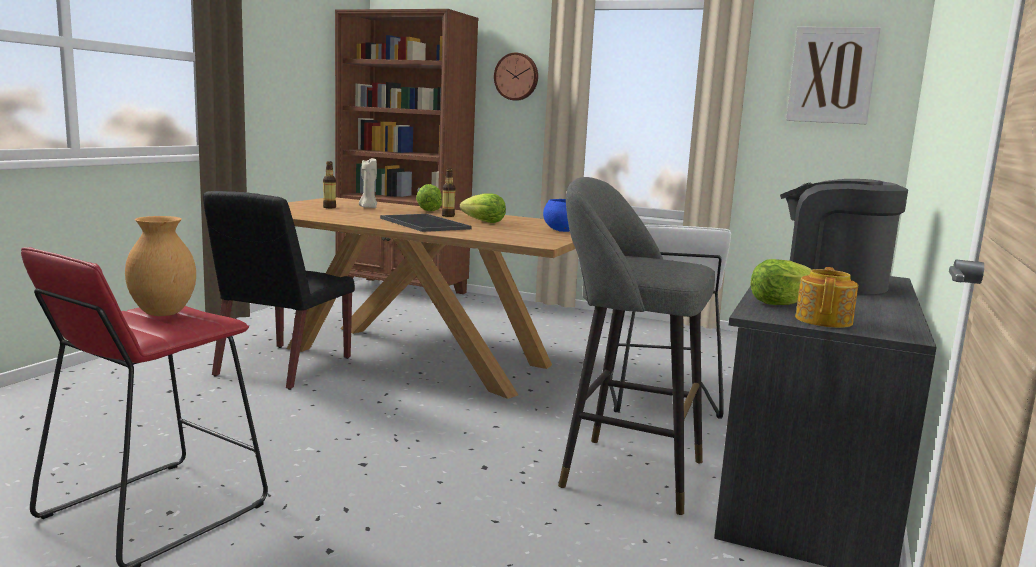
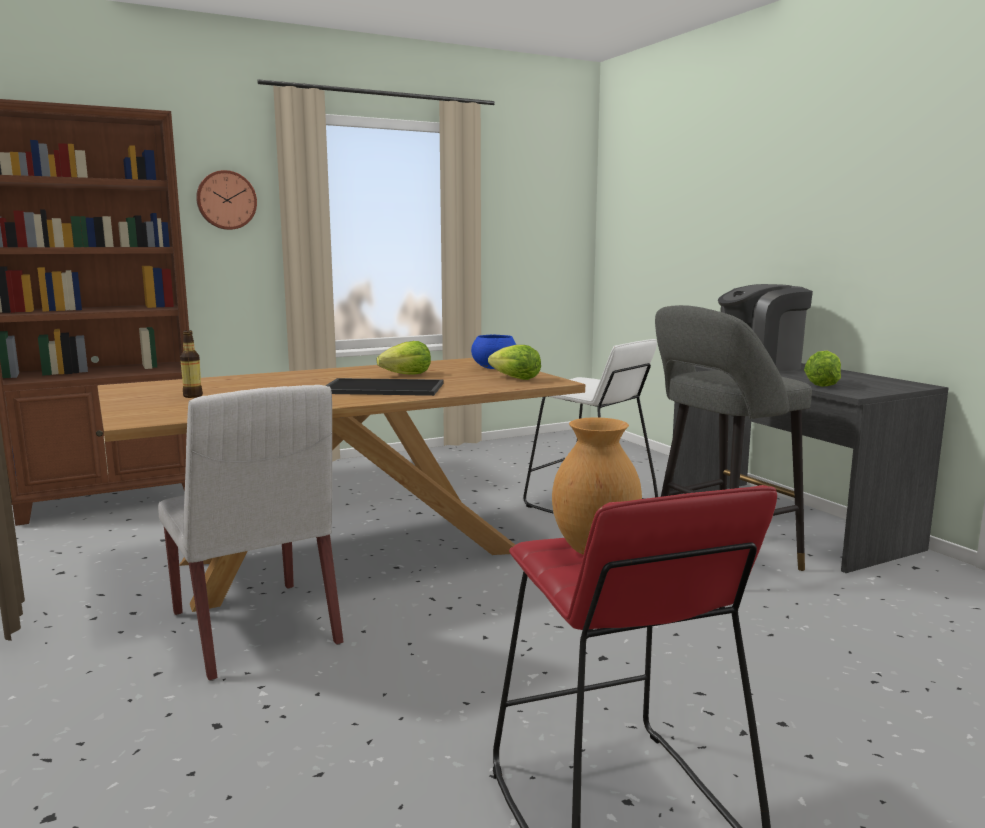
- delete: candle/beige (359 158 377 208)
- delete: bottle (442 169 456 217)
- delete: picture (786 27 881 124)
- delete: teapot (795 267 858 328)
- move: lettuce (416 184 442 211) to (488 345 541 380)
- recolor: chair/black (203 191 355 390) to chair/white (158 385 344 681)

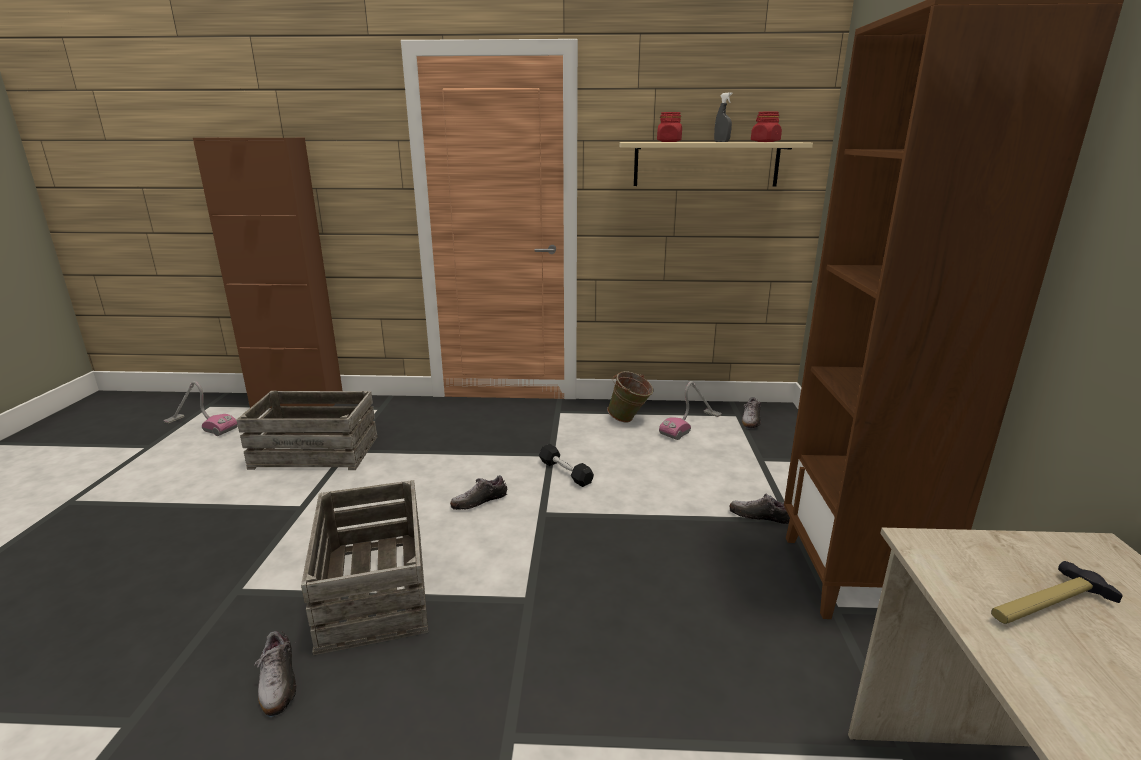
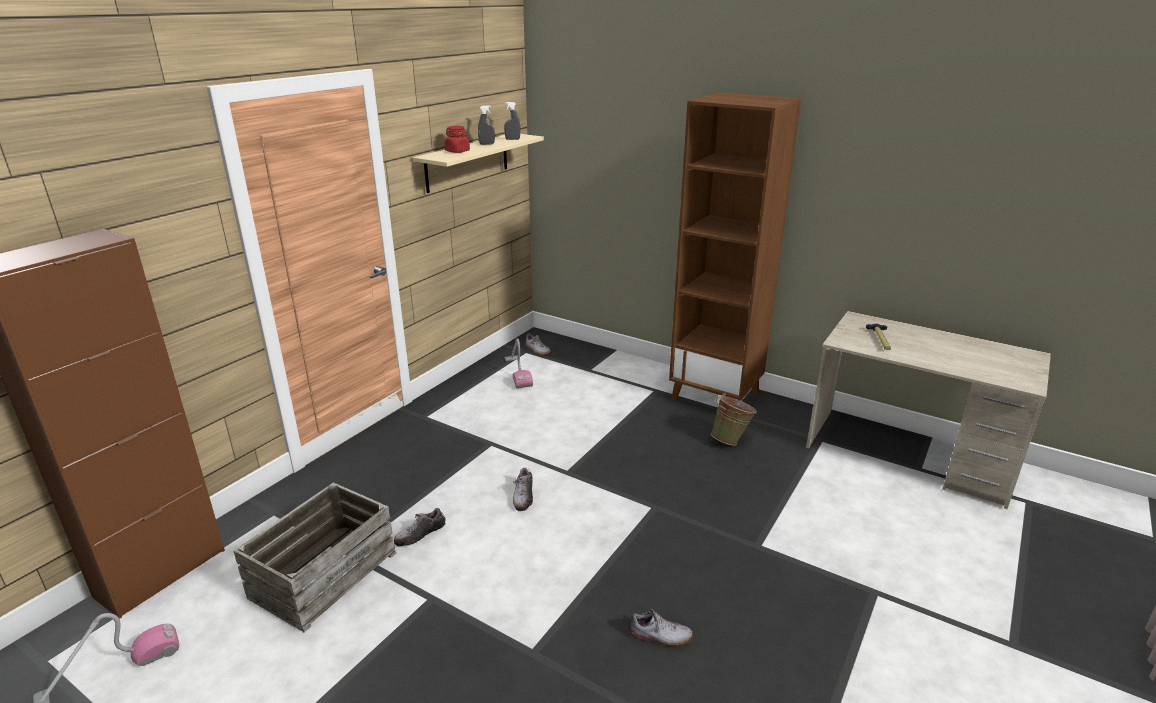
- delete: crate (301 480 428 655)
- delete: dumbbell/black (539 444 594 487)
- move: bucket/green (607 371 654 423) to (711 393 757 446)
- move: shoe (729 494 790 524) to (394 508 446 546)
- replace: jar/red (751 112 782 142) to spray bottle/grey (504 102 520 140)

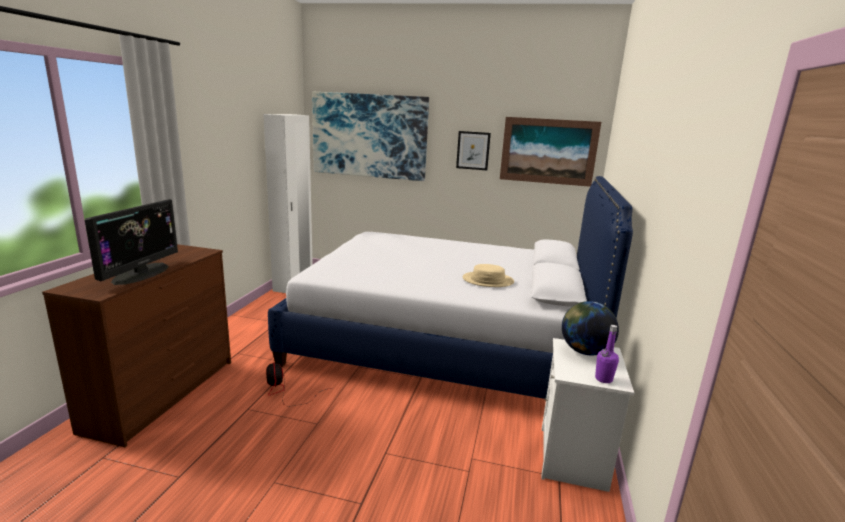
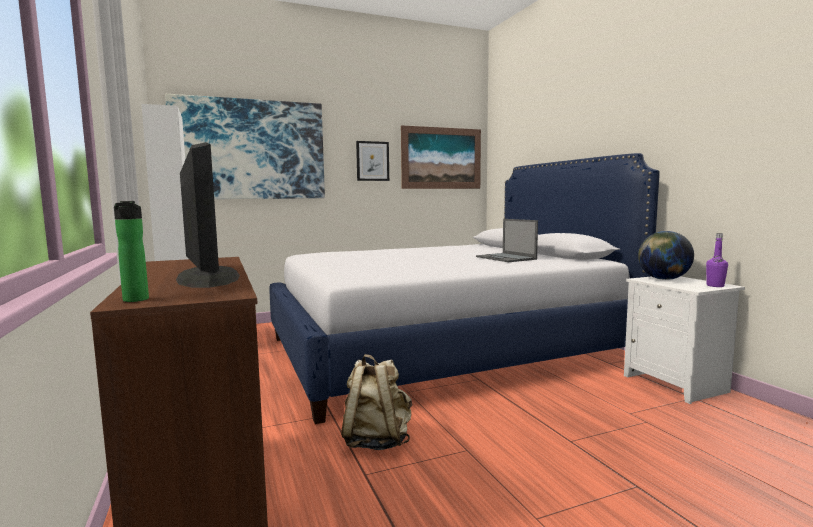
- insert: bottle (114 201 149 302)
- replace: fan (266 362 331 406) to backpack/beige (341 354 412 450)
- replace: hat/beige (463 264 514 287) to laptop (476 219 538 262)

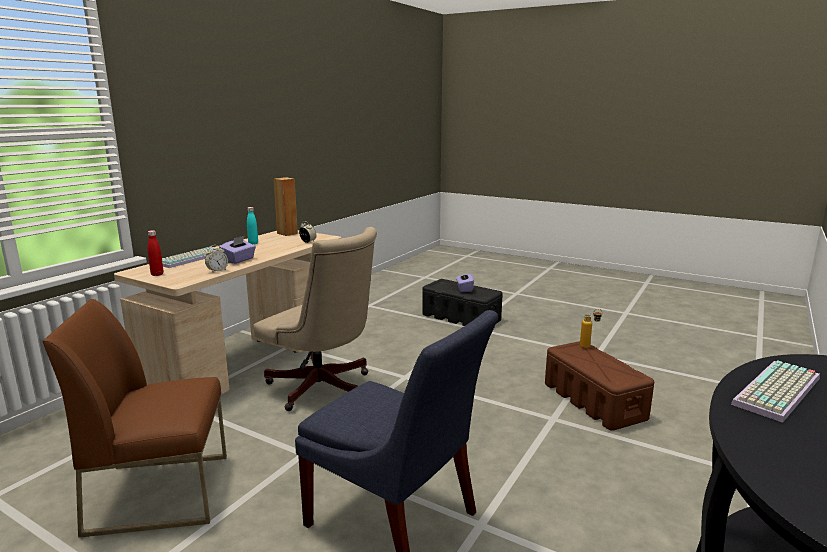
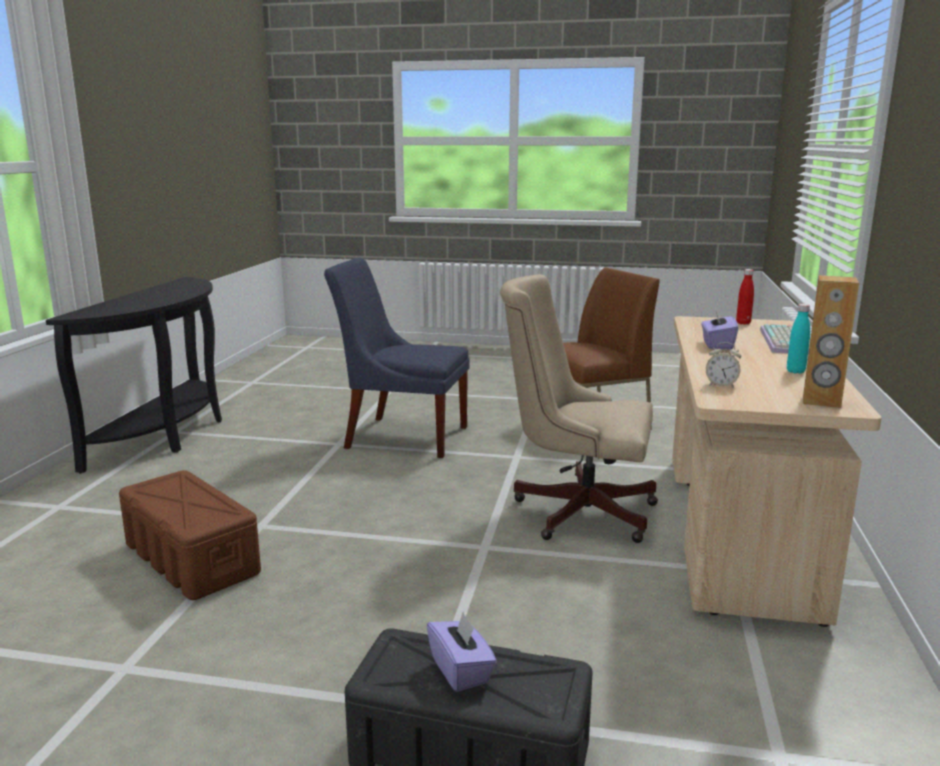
- delete: alarm clock (205 245 228 273)
- delete: bottle (580 309 602 348)
- delete: keyboard (731 360 820 423)

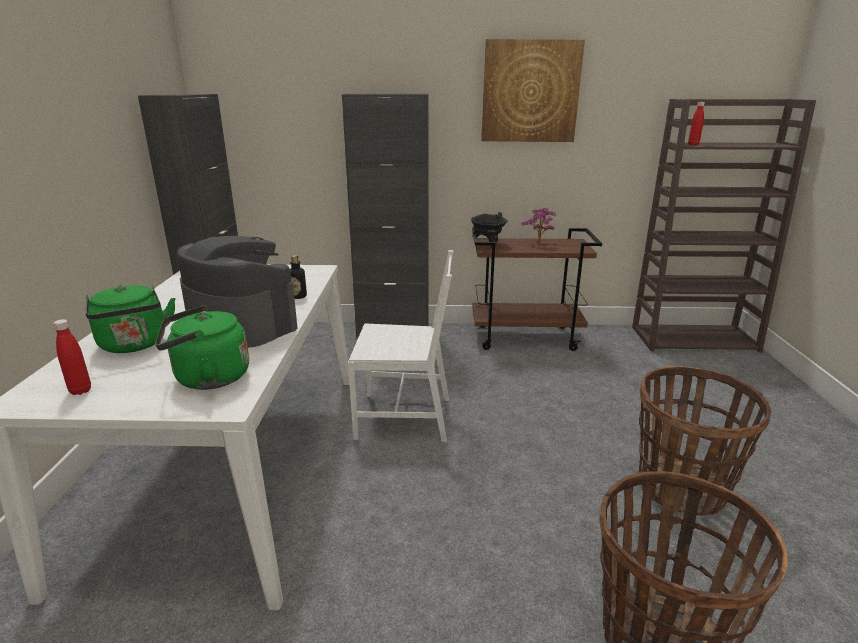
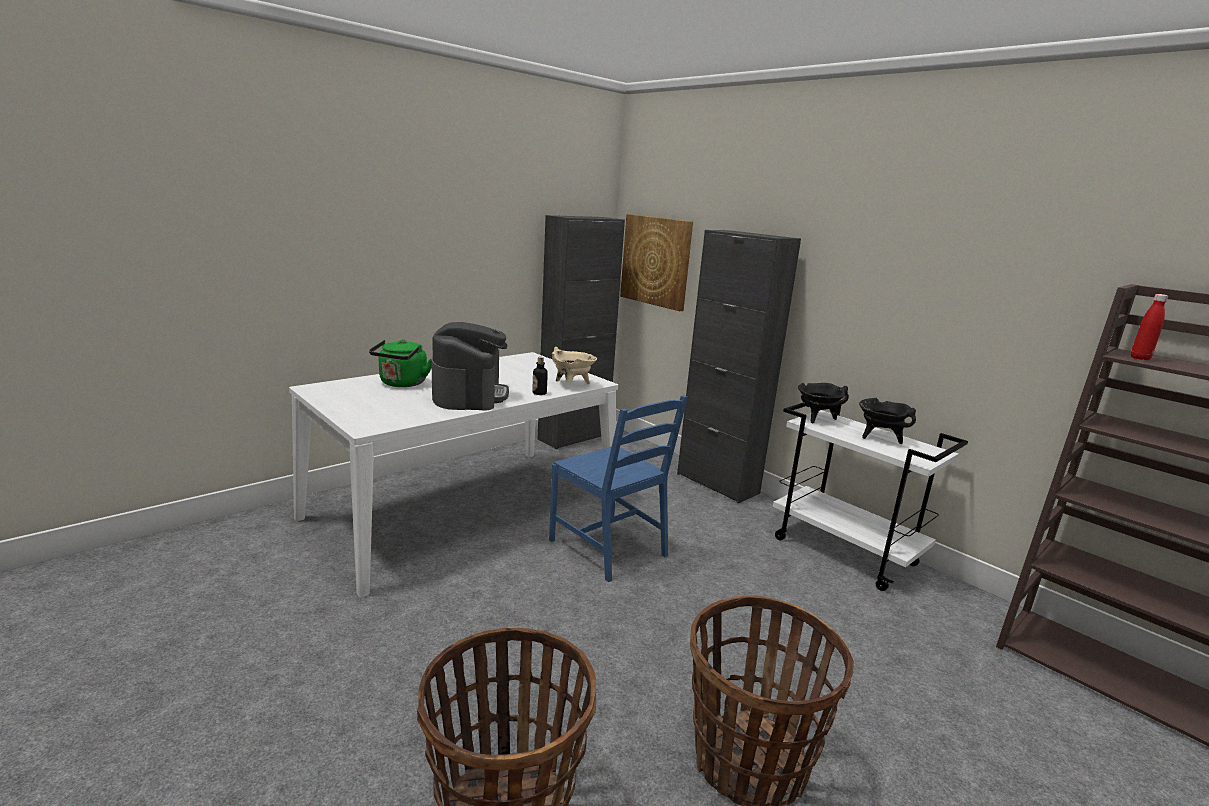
- delete: bottle/red (53 319 91 395)
- delete: kettle/green (155 305 249 390)
- insert: cooking pot/beige (552 347 597 384)
- move: picture (481 39 585 142) to (620 214 693 311)
- replace: potted plant (521 208 556 243) to cooking pot/black (859 398 916 444)
- recolor: chair/white (348 250 454 442) to chair/blue (549 395 688 582)
- recolor: cart/brown (472 228 602 351) to cart/white (773 402 968 591)

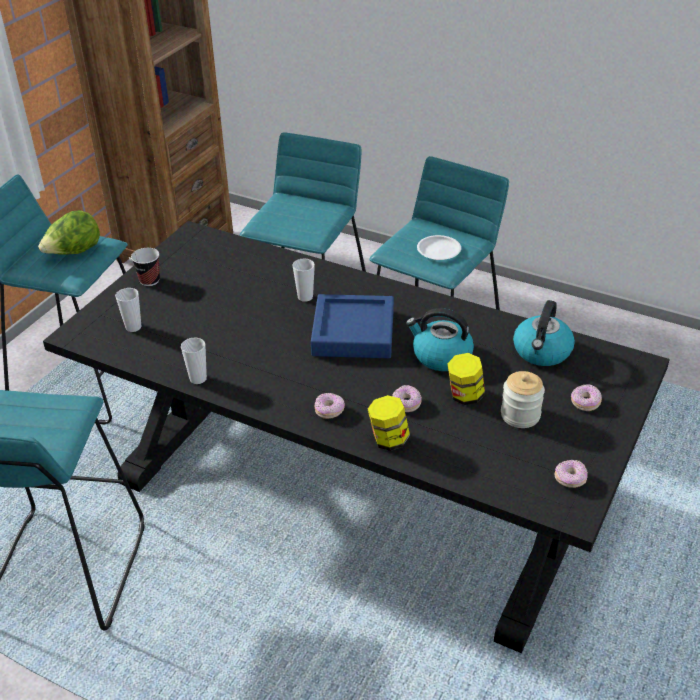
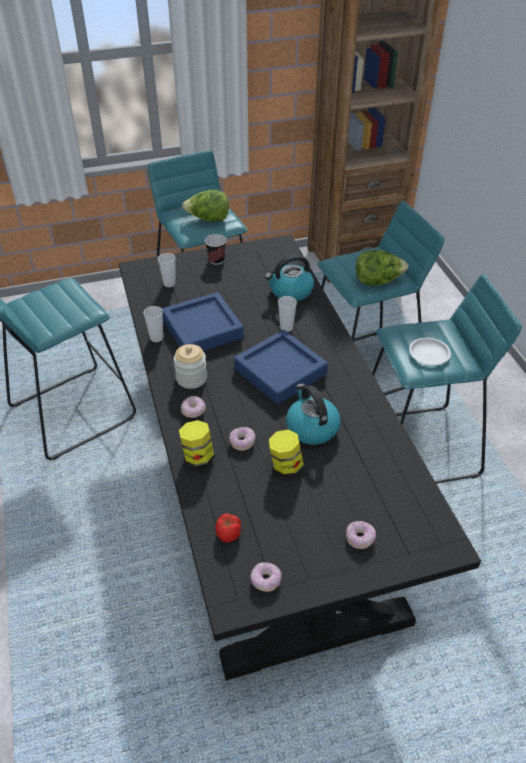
- insert: tray/blue (162 292 244 351)
- insert: tomato (215 514 241 543)
- insert: lettuce (356 250 408 286)
- move: jar (501 371 545 428) to (174 344 207 389)
- move: kettle (513 300 575 366) to (265 254 314 301)

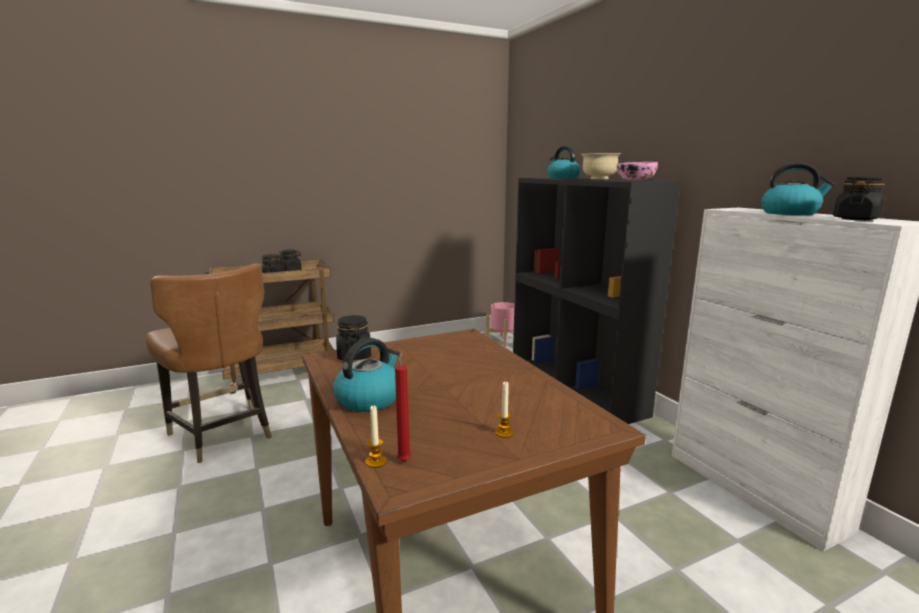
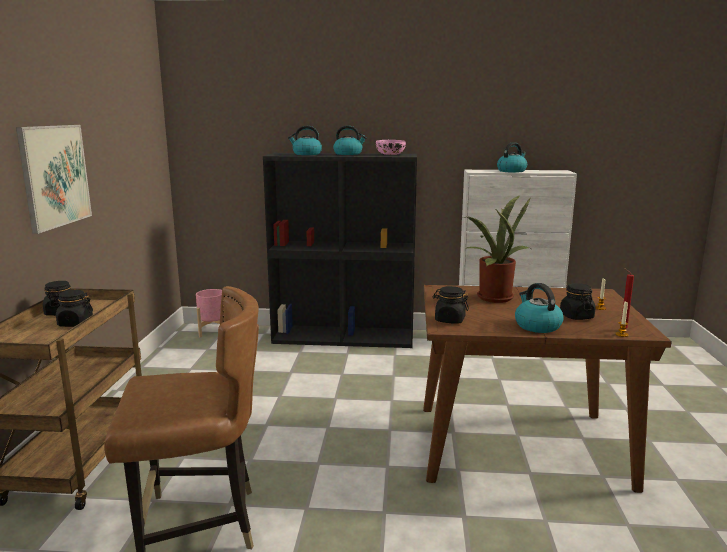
- insert: picture (16 125 92 234)
- insert: potted plant (465 196 531 303)
- move: jar/black (833 176 885 220) to (560 283 596 320)
- replace: bowl/beige (581 153 621 179) to kettle (333 126 367 155)

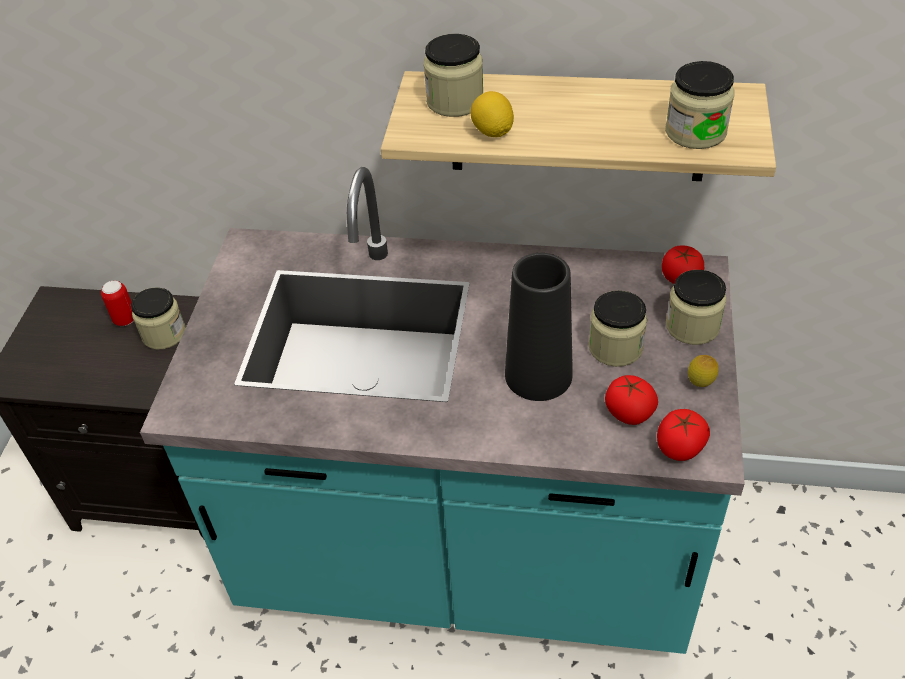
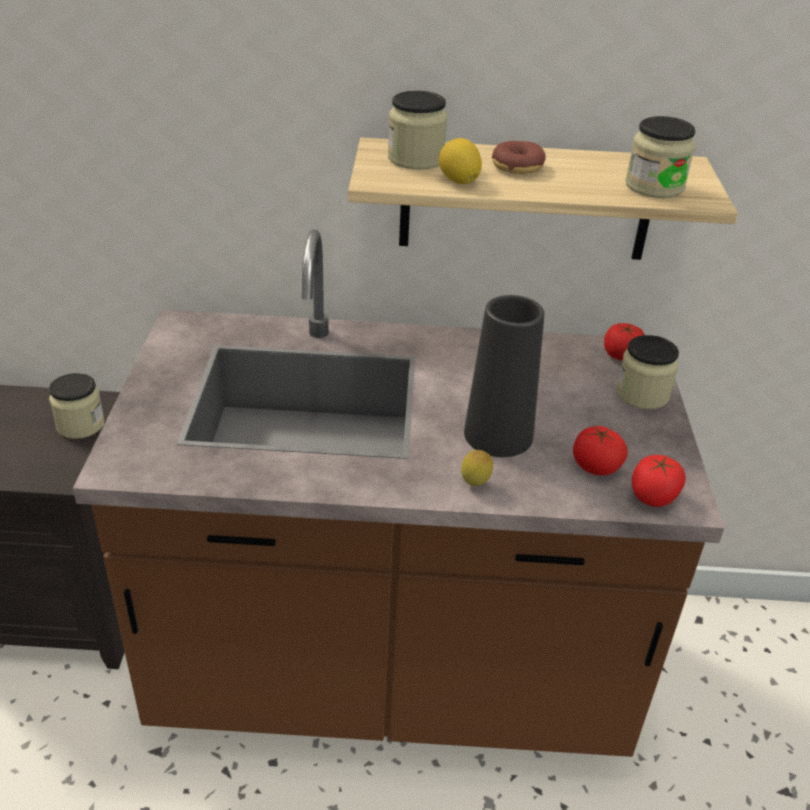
- delete: can (101 280 134 326)
- delete: jar (589 290 647 367)
- insert: donut (492 141 546 174)
- move: lemon (688 355 719 387) to (461 450 493 486)
- recolor: counter/turquoise (140 167 745 654) to counter/brown (73 230 724 757)

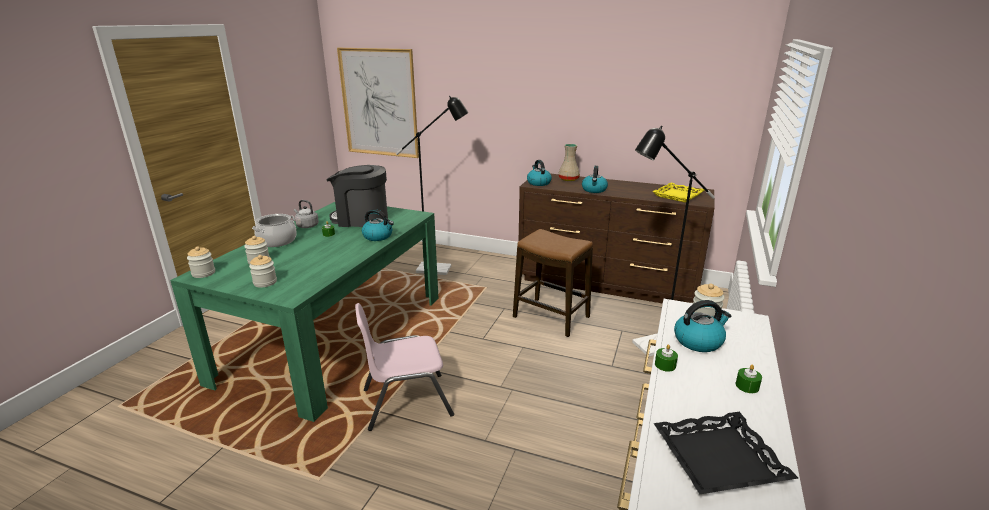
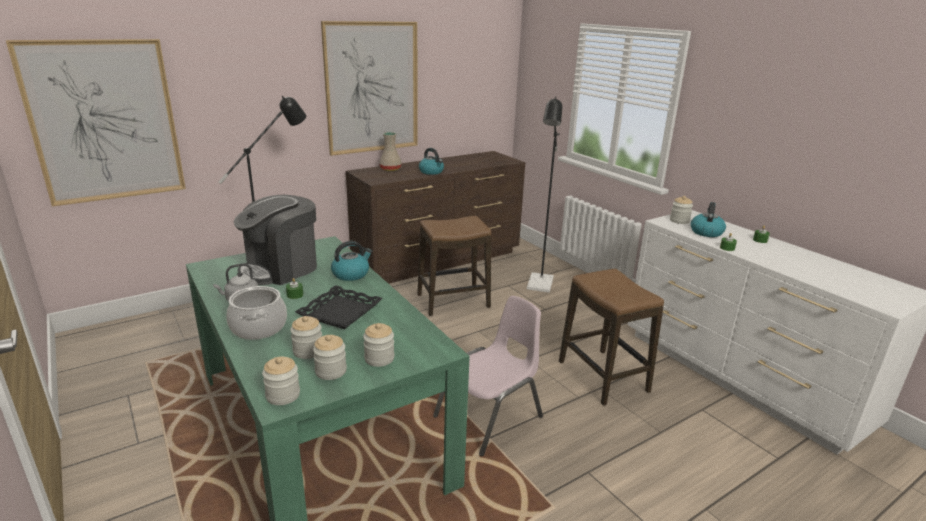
- delete: kettle (527 160 552 186)
- delete: tray/yellow (652 182 705 203)
- insert: jar (313 335 347 380)
- insert: picture (321 21 418 156)
- insert: stool (559 268 664 406)
- move: tray/black (654 412 798 494) to (295 285 383 329)
- rotate: chair/pink (355 303 454 431) = (433 296 543 456) 150 degrees counterclockwise

